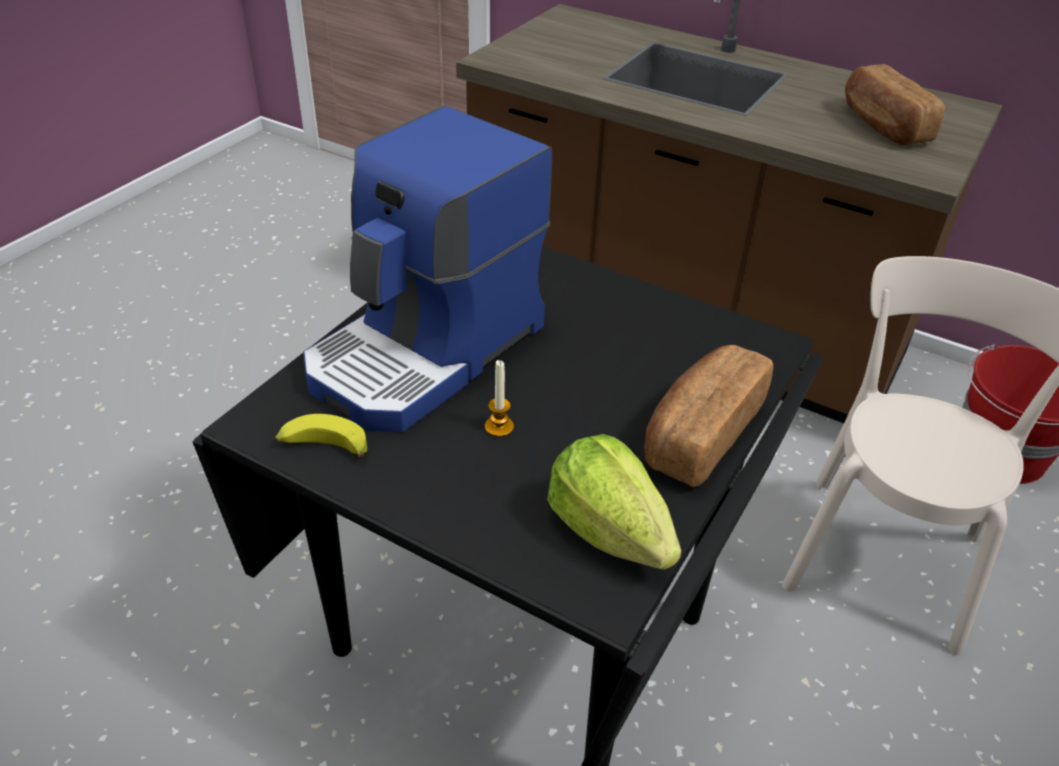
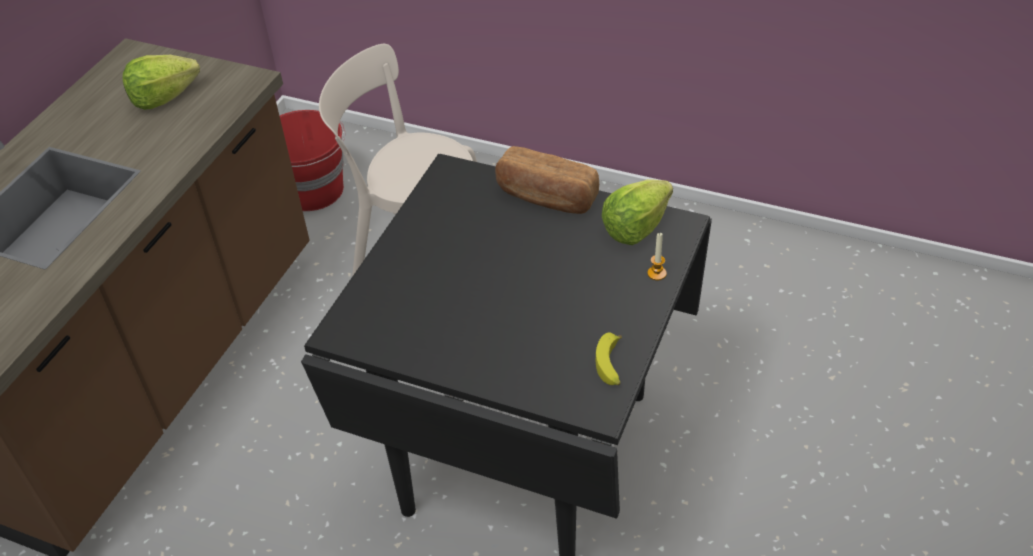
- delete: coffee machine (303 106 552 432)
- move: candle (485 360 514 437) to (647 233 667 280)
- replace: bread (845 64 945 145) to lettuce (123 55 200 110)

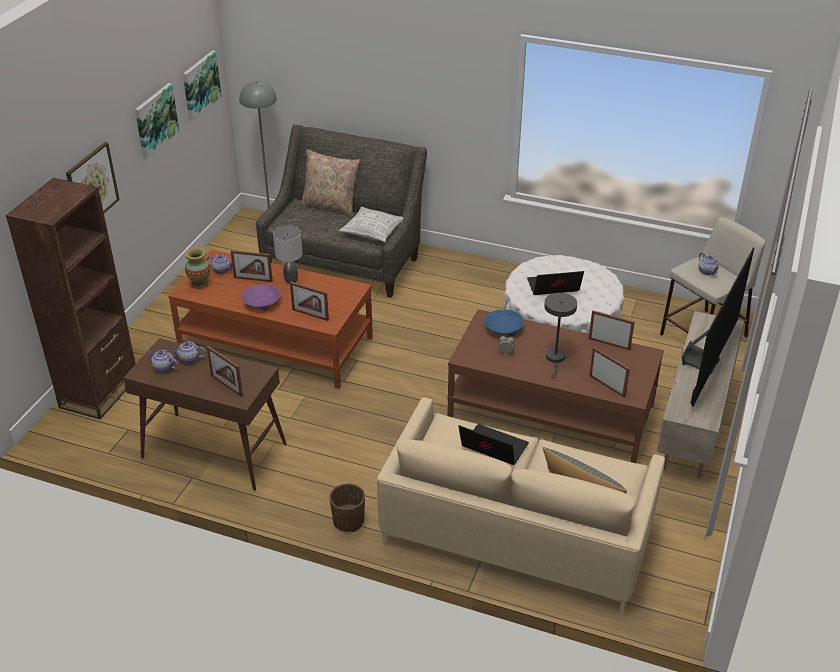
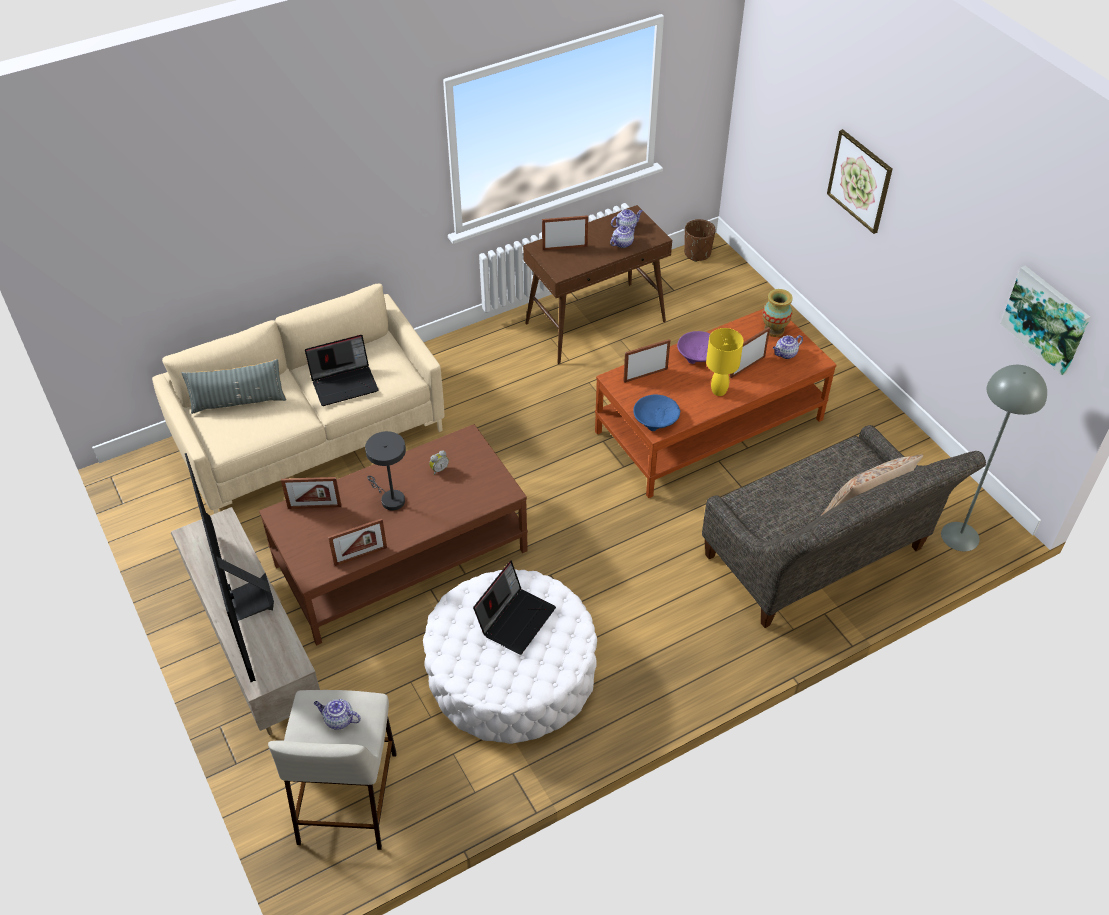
- delete: bookcase/brown (6 178 136 419)
- delete: picture (135 83 180 159)
- delete: pillow (339 206 403 243)
- move: planter/brown (329 483 365 532) to (684 219 716 262)
- move: bowl/blue (484 310 524 336) to (633 394 680 431)
- recolor: table lamp/grey (273 225 303 284) to table lamp/yellow (706 328 743 396)

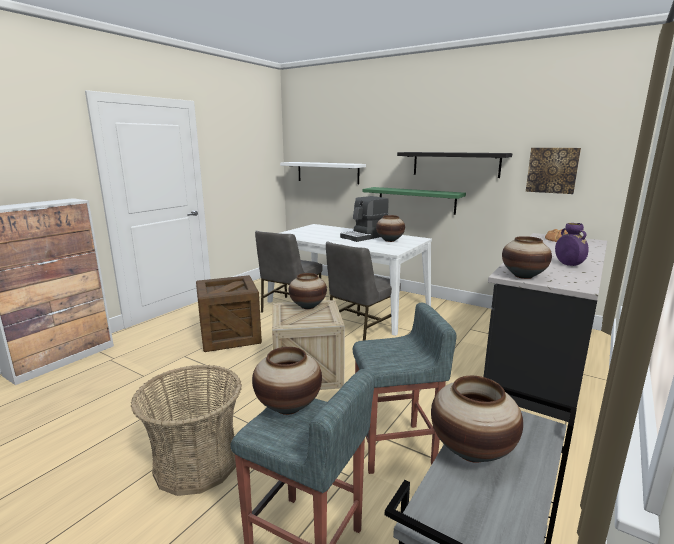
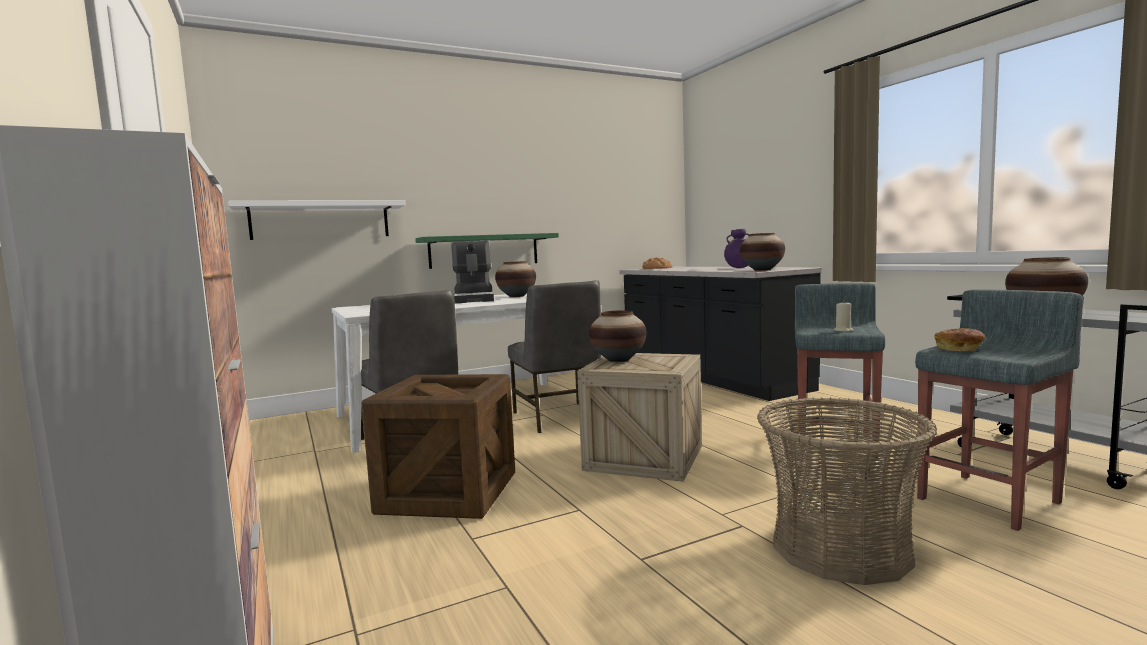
- delete: shelf/black (397 152 512 178)
- delete: picture (526 148 581 194)
- insert: candle/beige (834 302 854 332)
- replace: vase (252 347 322 415) to bread (935 328 986 351)

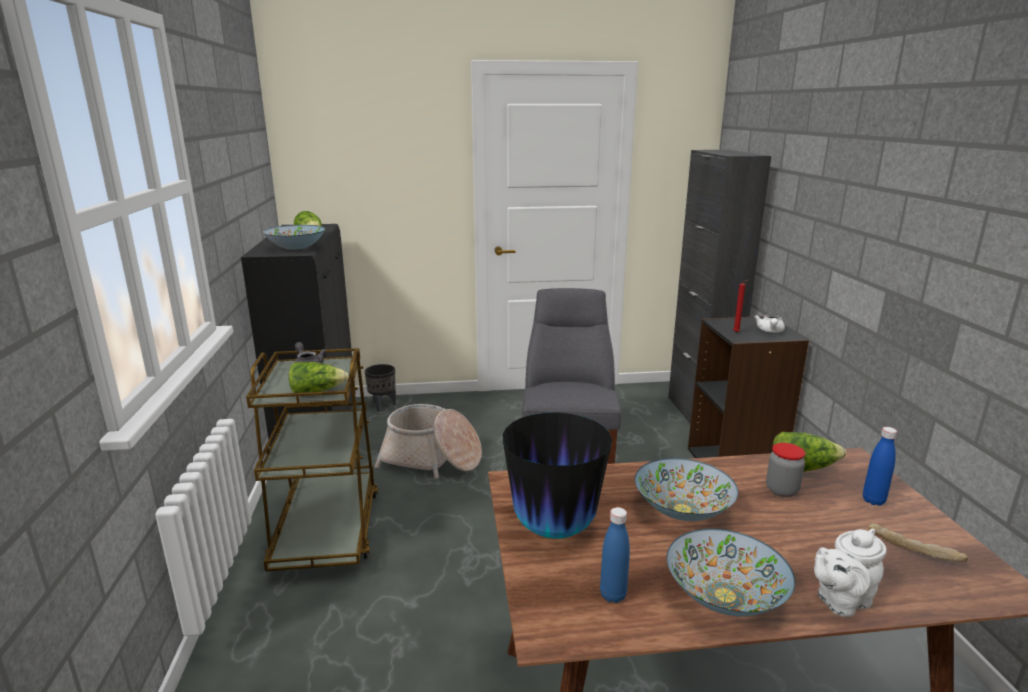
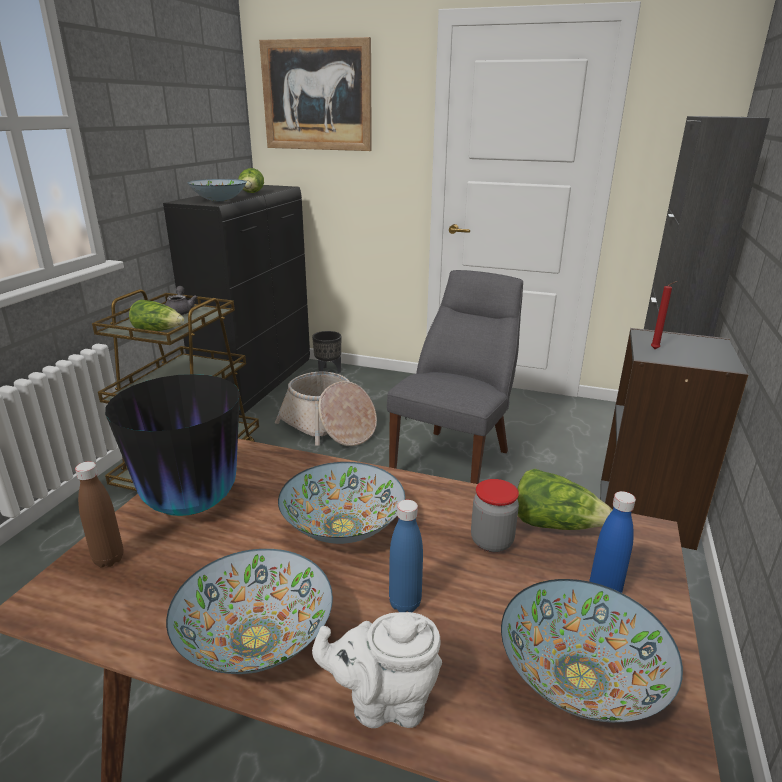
- delete: teapot/white (754 314 785 333)
- insert: bottle/brown (75 461 124 567)
- insert: picture (259 37 372 151)
- move: bottle/blue (600 507 630 603) to (389 500 423 612)
- replace: bread (868 524 968 562) to bowl (501 579 683 723)

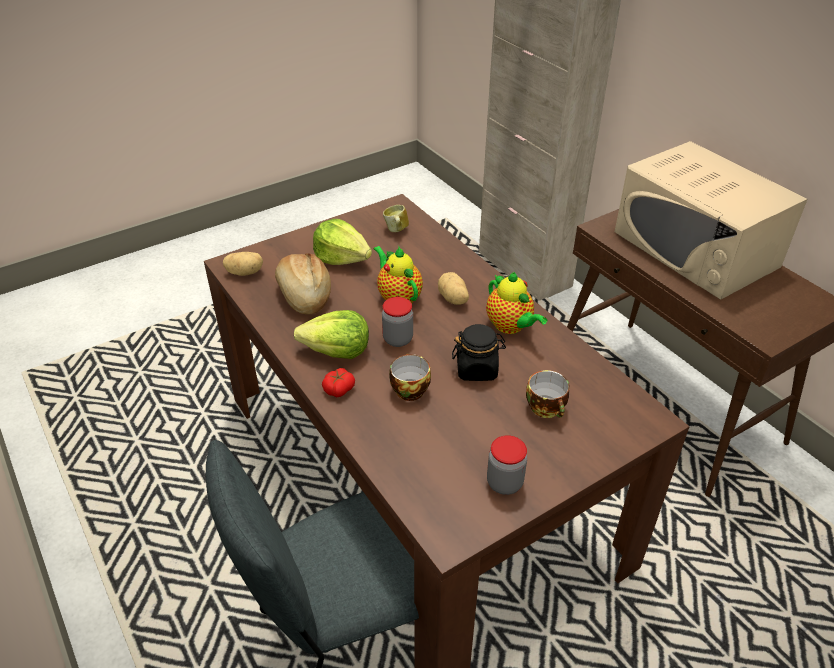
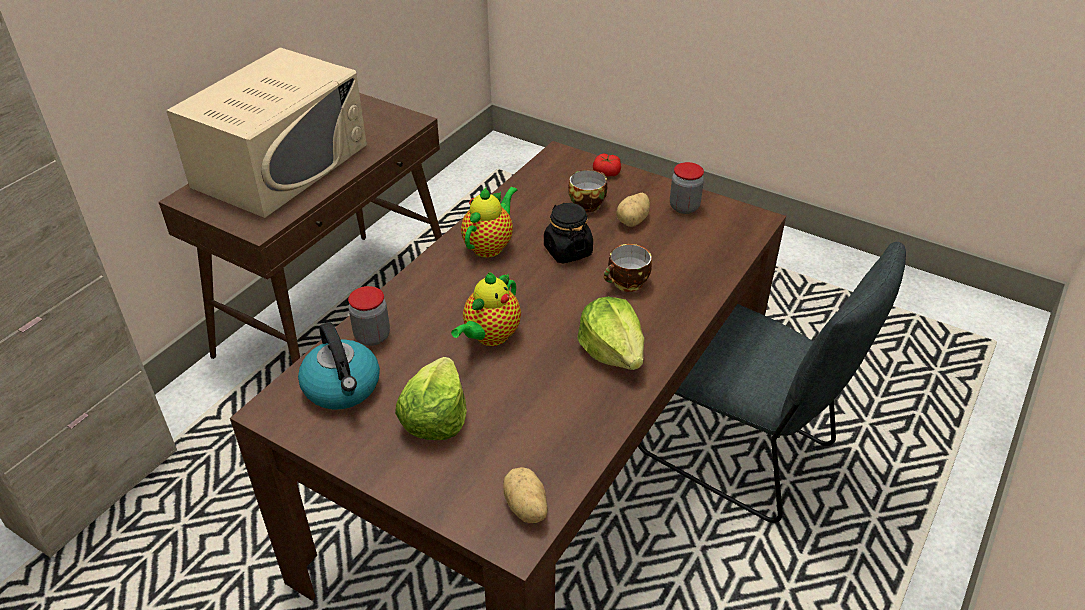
- delete: bread (275 253 331 314)
- move: tomato (322 368 355 397) to (593 154 621 176)
- move: jar (382 297 413 347) to (348 286 390 346)
- move: potato (438 272 469 305) to (616 193 650 227)
- replace: mug (383 205 409 232) to kettle (298 322 380 410)

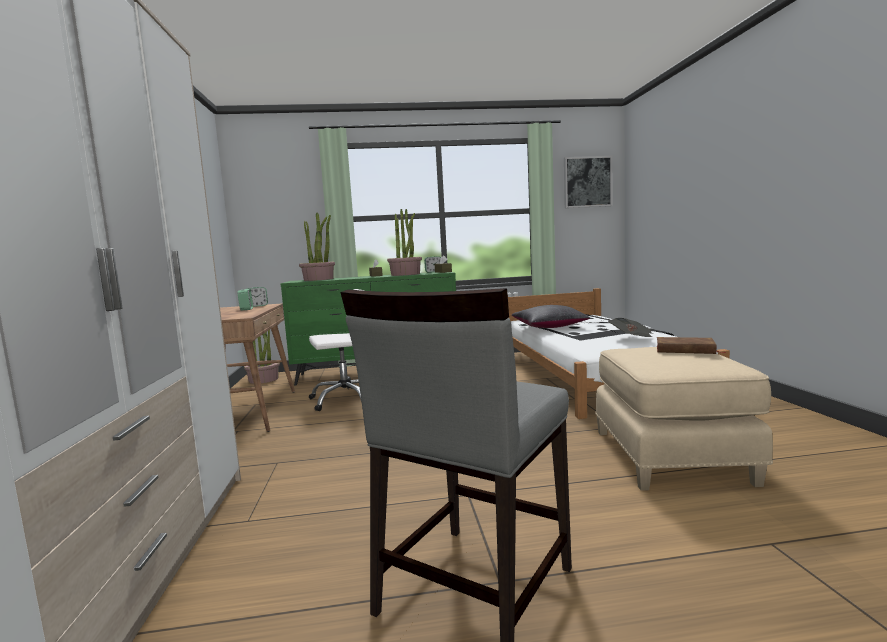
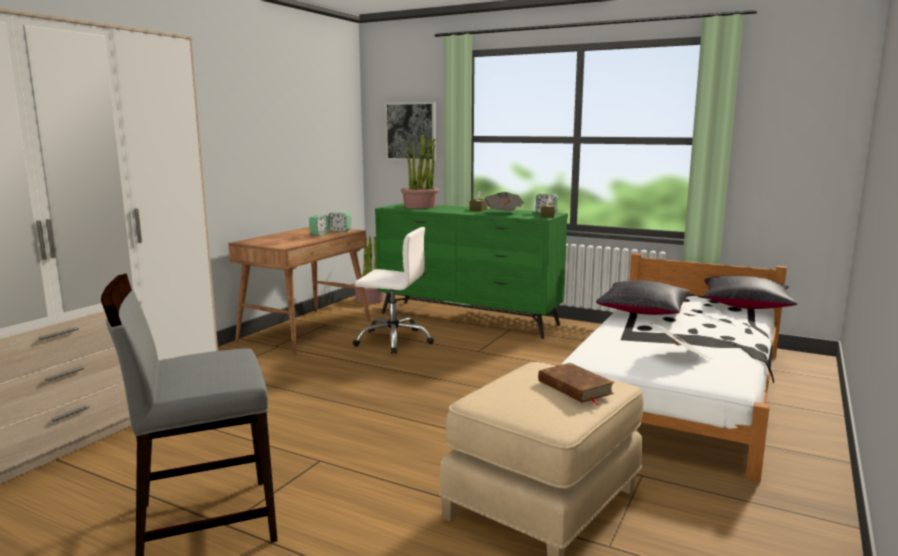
- insert: pillow/black (703 276 797 309)
- move: picture (564 156 613 208) to (385 102 436 161)
- replace: potted plant (387 209 422 276) to newspaper (484 192 524 211)

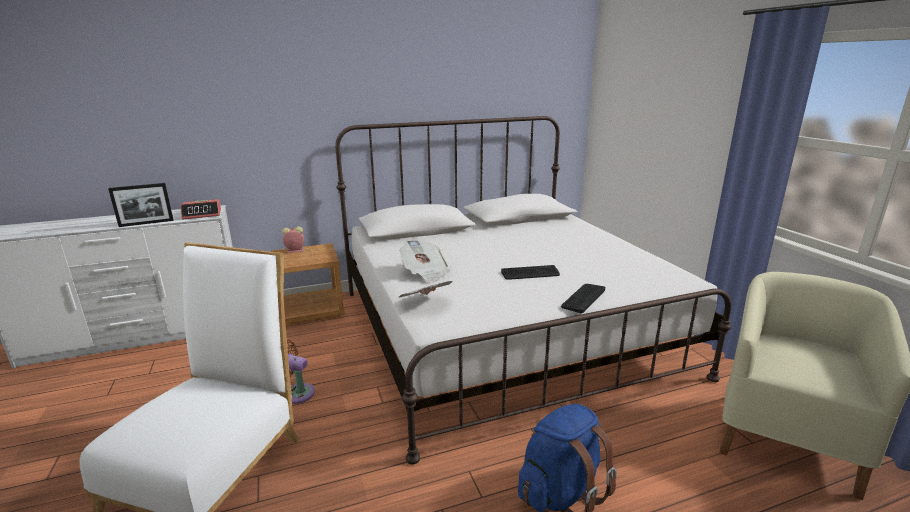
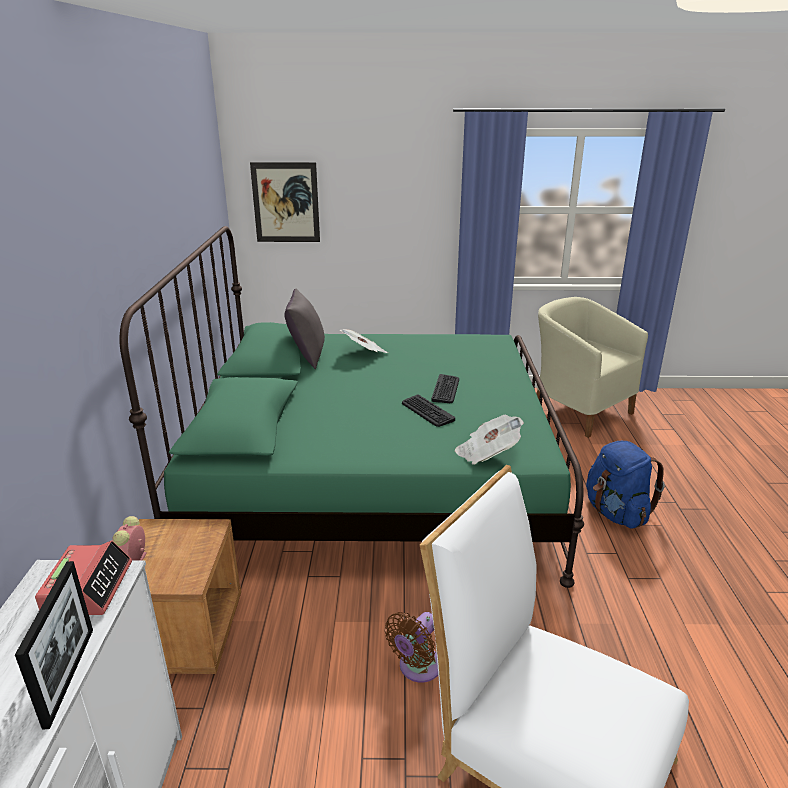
- insert: picture (250 162 320 242)
- insert: pillow/grey (284 289 325 369)
- move: newspaper (399 239 450 283) to (340 329 388 353)
- move: keyboard (561 284 605 314) to (402 395 455 427)
- recolor: bed/white (335 116 731 464) to bed/green (119 226 584 588)

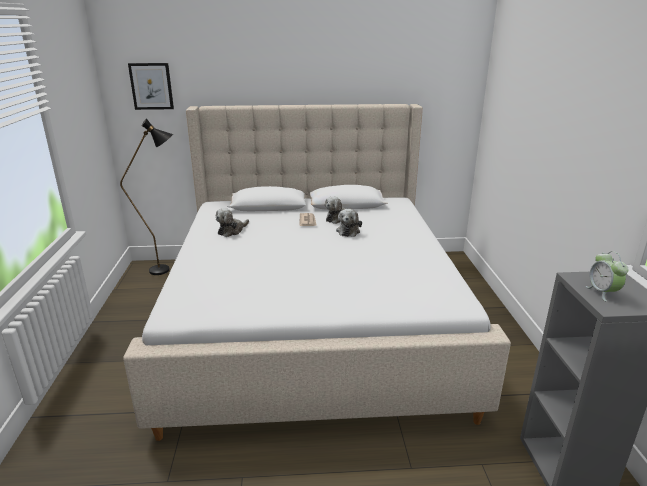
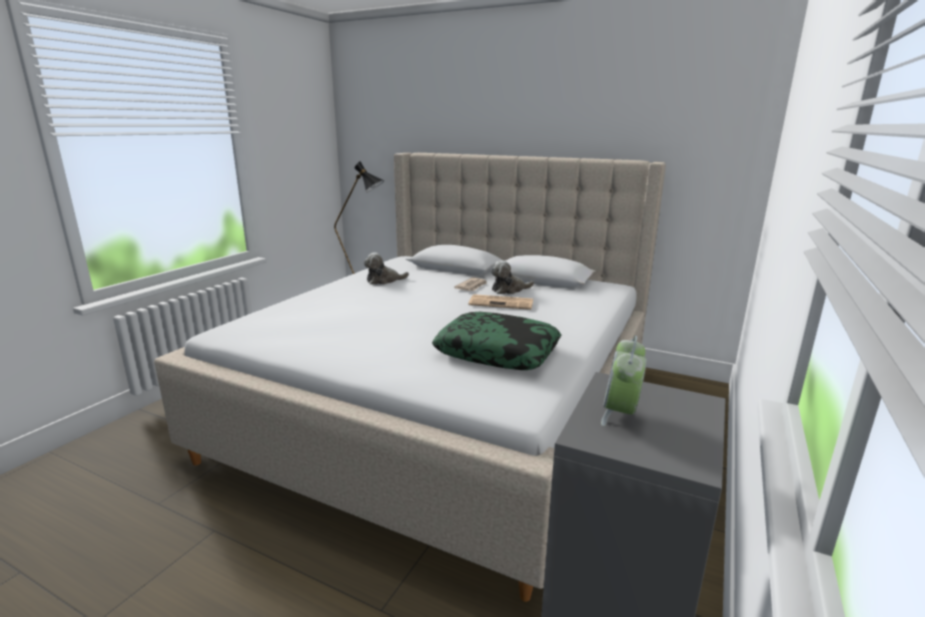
- delete: picture (128 63 174 110)
- insert: pillow (432 312 561 370)
- replace: plush toy (336 209 362 237) to newspaper (468 294 533 310)

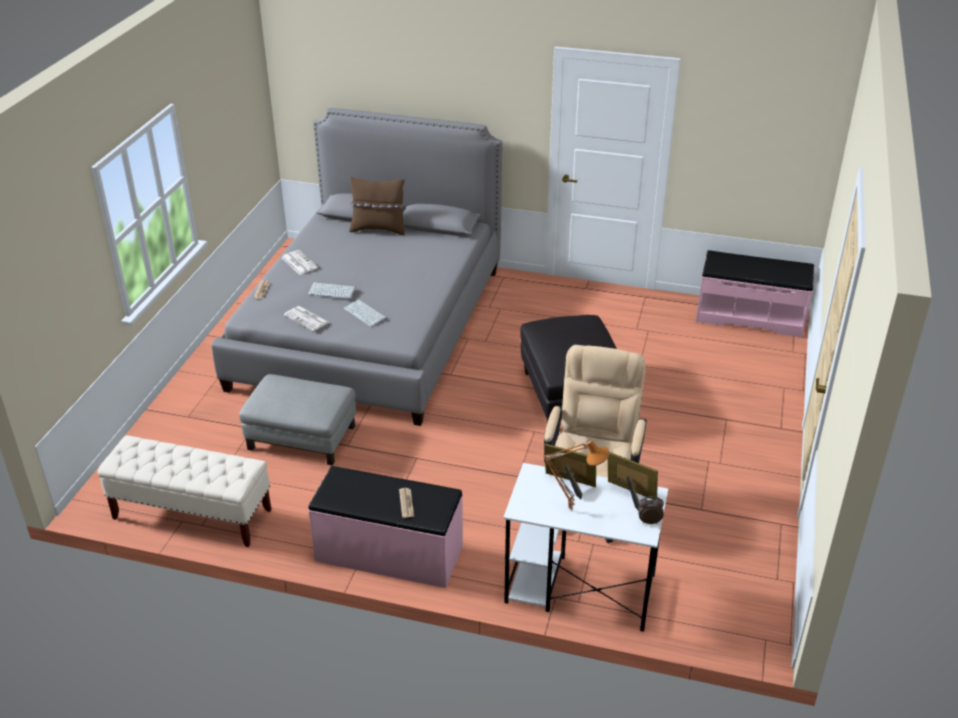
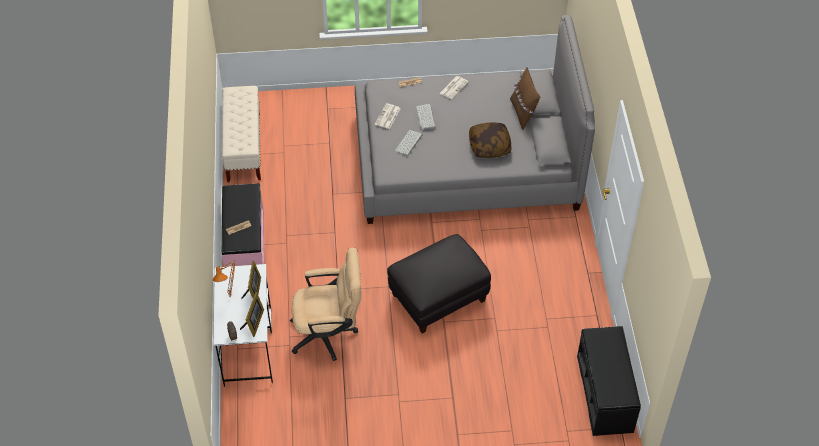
- delete: ottoman/grey (239 374 356 466)
- insert: pillow (469 123 511 158)
- recolor: bench/pink (696 250 814 337) to bench/black (577 326 641 436)

